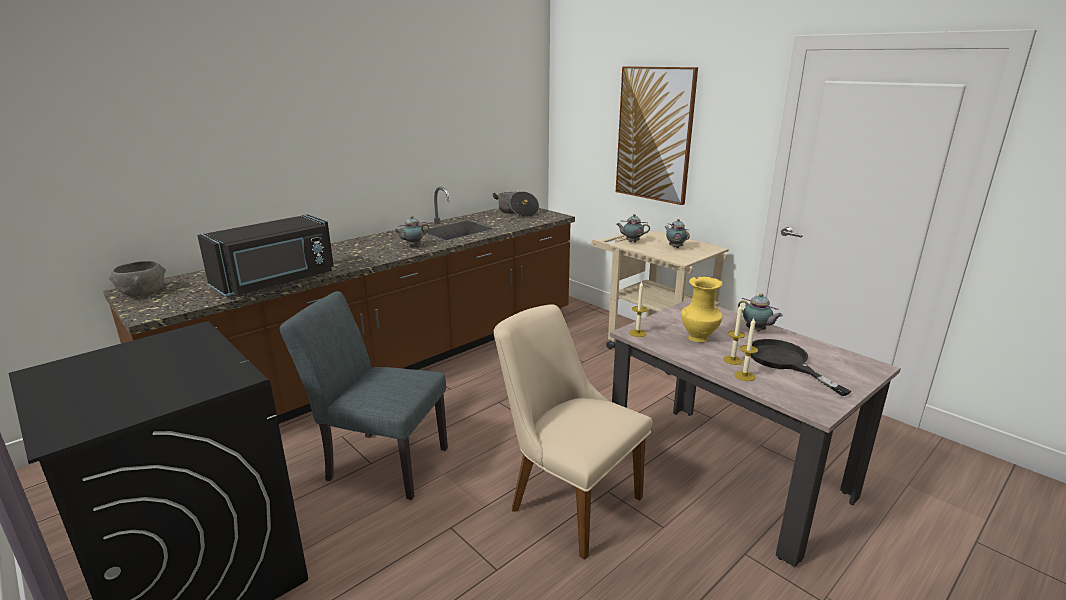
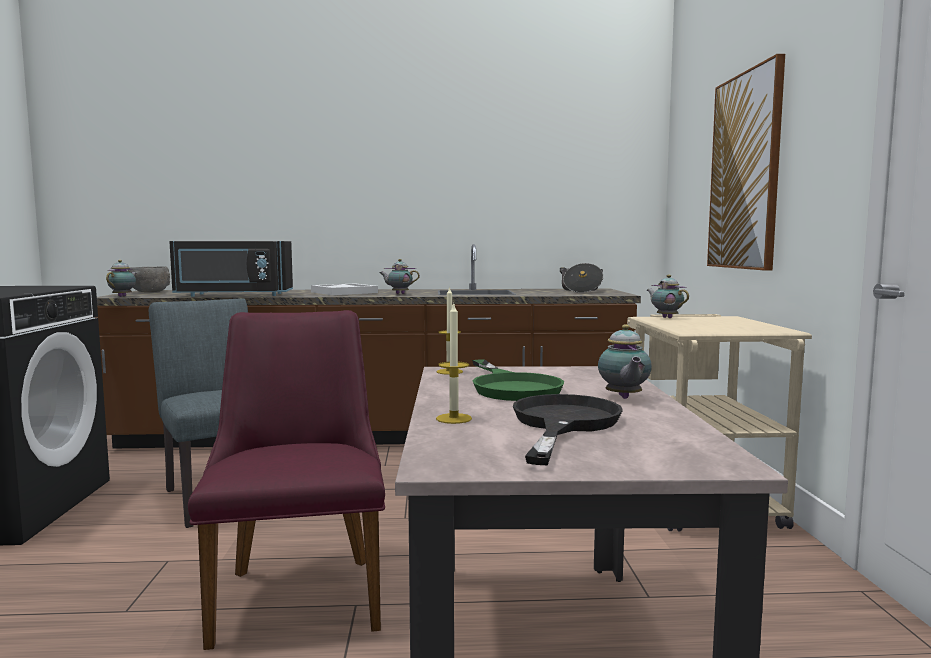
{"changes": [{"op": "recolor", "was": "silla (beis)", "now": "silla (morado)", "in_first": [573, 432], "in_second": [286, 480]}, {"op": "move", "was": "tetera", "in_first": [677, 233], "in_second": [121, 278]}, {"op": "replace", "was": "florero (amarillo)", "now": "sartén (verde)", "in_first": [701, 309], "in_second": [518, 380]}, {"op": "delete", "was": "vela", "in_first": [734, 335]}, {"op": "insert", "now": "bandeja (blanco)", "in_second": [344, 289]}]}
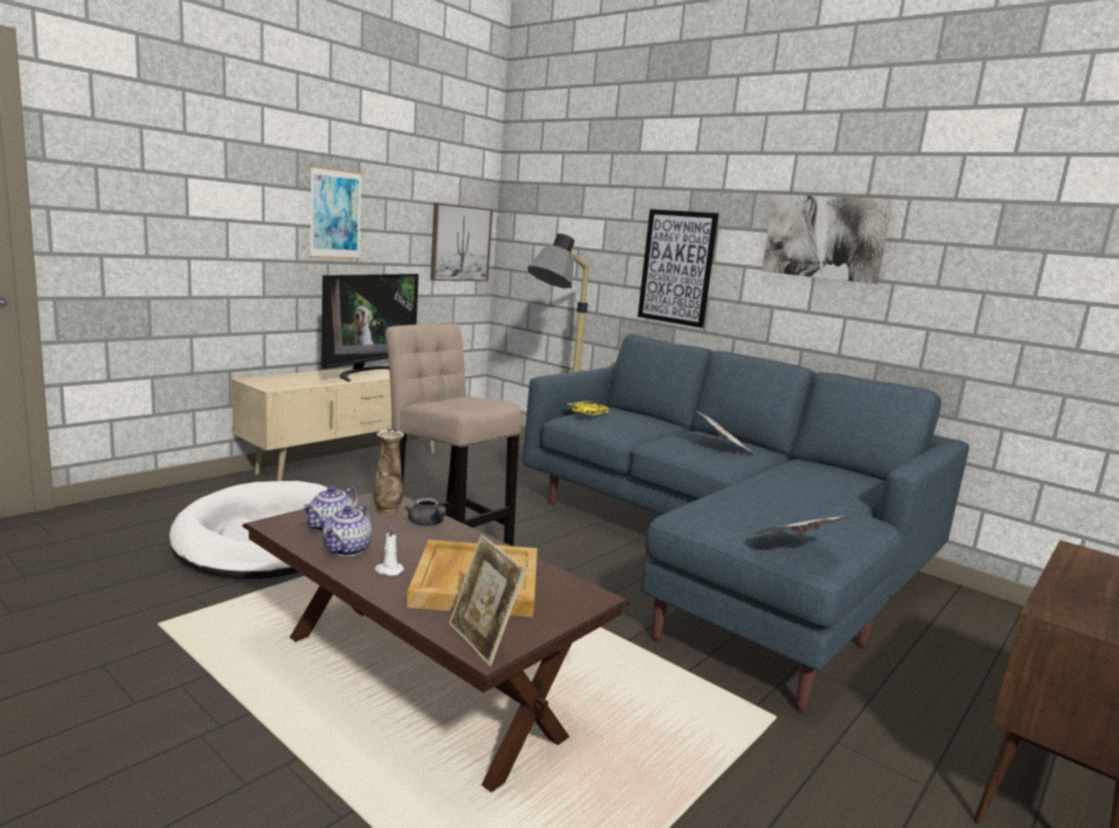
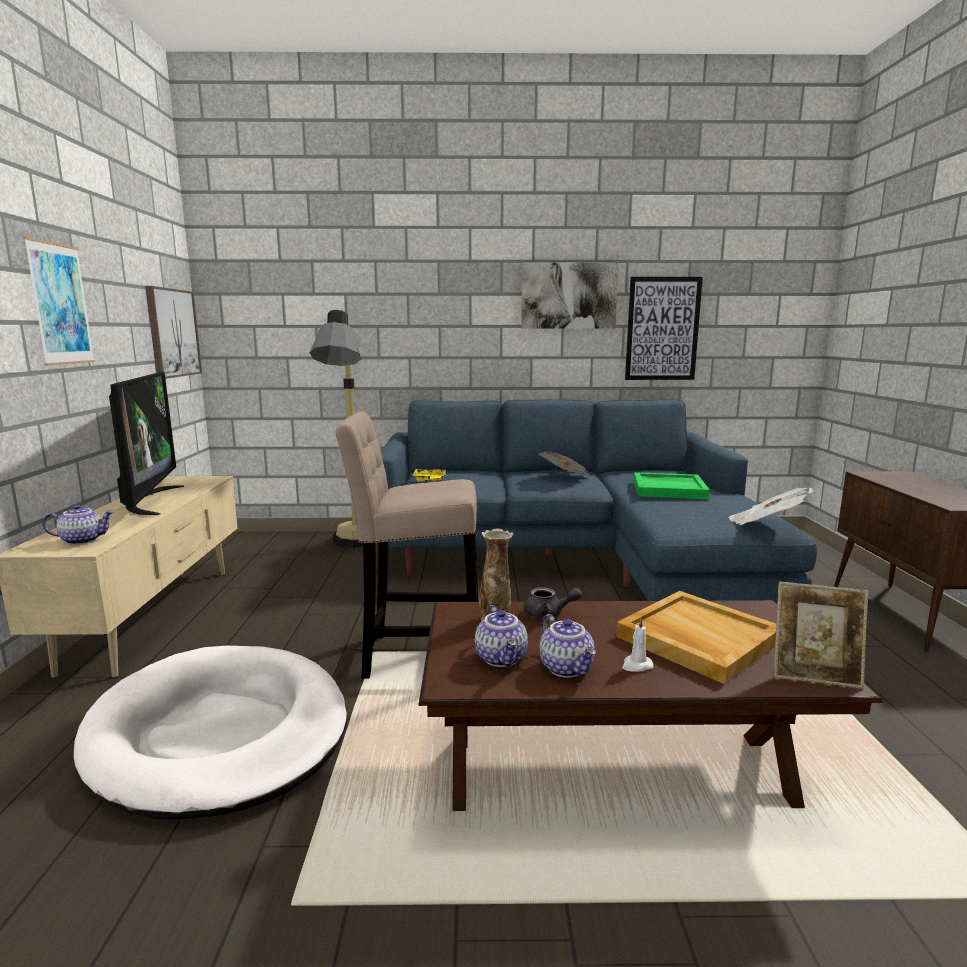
{"changes": [{"op": "move", "was": "cuadro", "in_first": [678, 268], "in_second": [664, 328]}, {"op": "insert", "now": "tetera", "in_second": [78, 524]}, {"op": "insert", "now": "bandeja (verde)", "in_second": [672, 485]}]}
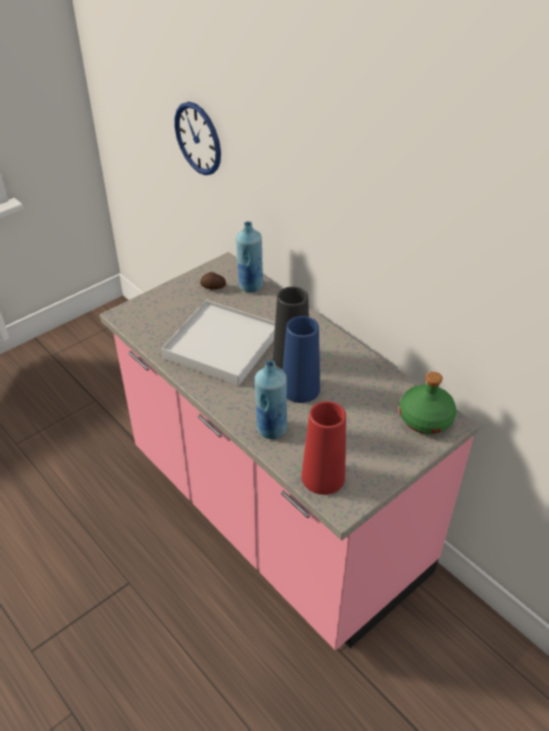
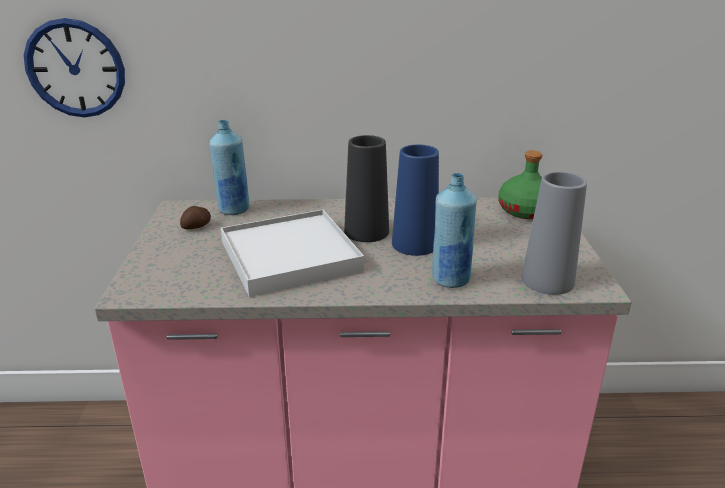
{"changes": [{"op": "recolor", "was": "florero (rojo)", "now": "florero (gris)", "in_first": [323, 448], "in_second": [554, 233]}]}
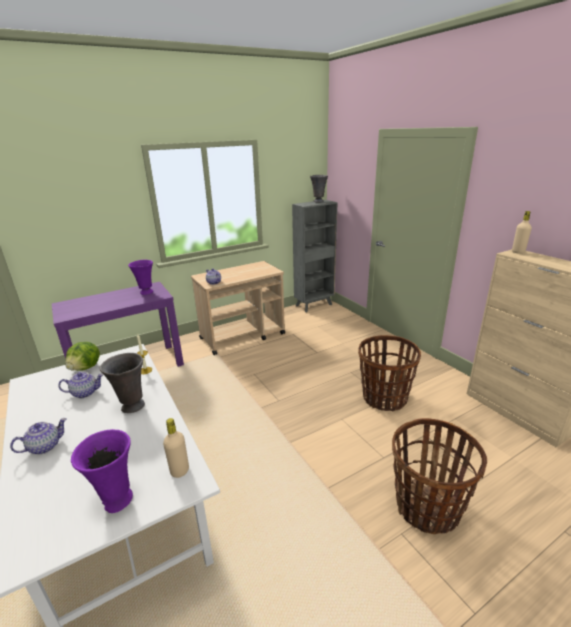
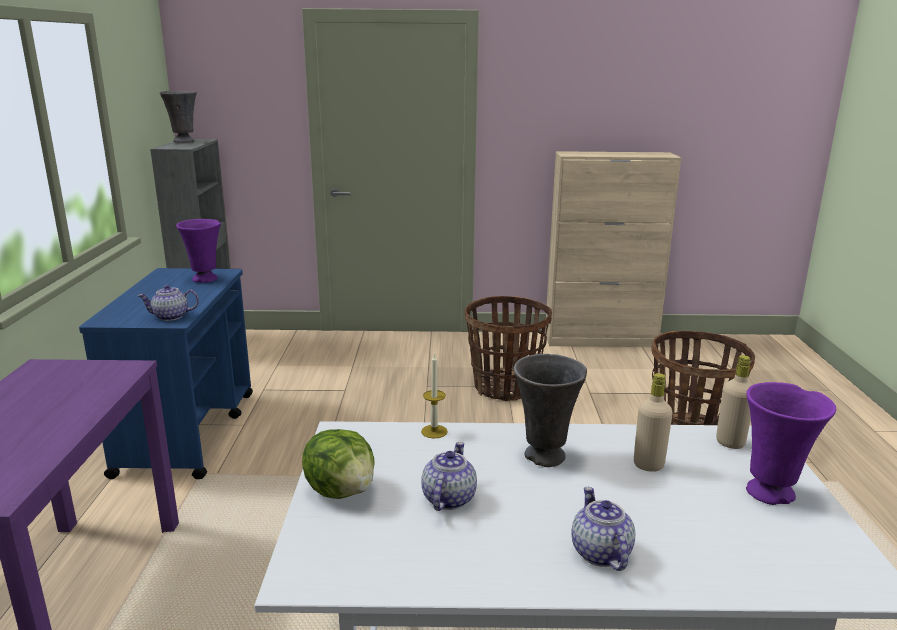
{"changes": [{"op": "move", "was": "florero (morado)", "in_first": [140, 277], "in_second": [198, 251]}, {"op": "recolor", "was": "carrito (beis)", "now": "carrito (azul)", "in_first": [238, 308], "in_second": [166, 373]}, {"op": "move", "was": "botella (beis)", "in_first": [522, 232], "in_second": [653, 422]}]}
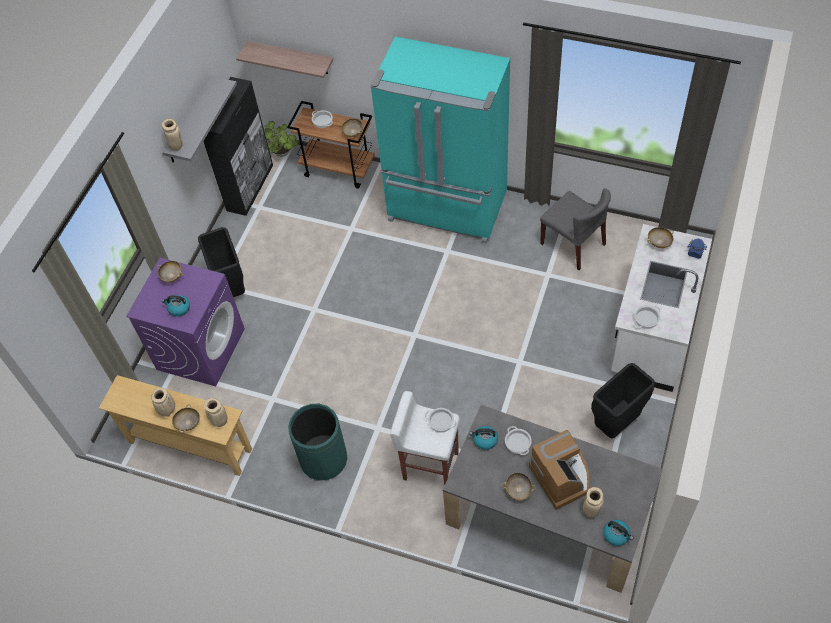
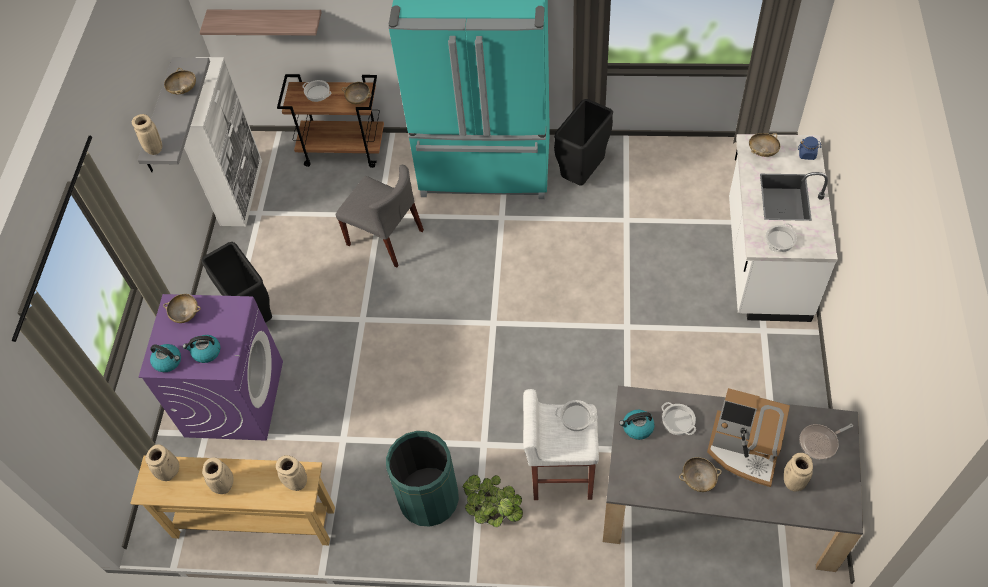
{"changes": [{"op": "move", "was": "cuenco (beis)", "in_first": [186, 418], "in_second": [180, 81]}, {"op": "recolor", "was": "armario (negro)", "now": "armario (blanco)", "in_first": [238, 146], "in_second": [223, 141]}, {"op": "move", "was": "planta en maceta", "in_first": [281, 139], "in_second": [493, 501]}, {"op": "rotate", "was": "cafetera", "in_first": [559, 470], "in_second": [748, 437], "clockwise": 150}, {"op": "move", "was": "silla (gris)", "in_first": [575, 229], "in_second": [380, 216]}, {"op": "move", "was": "papelera (negro)", "in_first": [623, 400], "in_second": [583, 142]}, {"op": "move", "was": "hervidor", "in_first": [618, 533], "in_second": [165, 358]}, {"op": "insert", "now": "florero (beis)", "in_second": [162, 462]}, {"op": "insert", "now": "sartén", "in_second": [826, 442]}]}
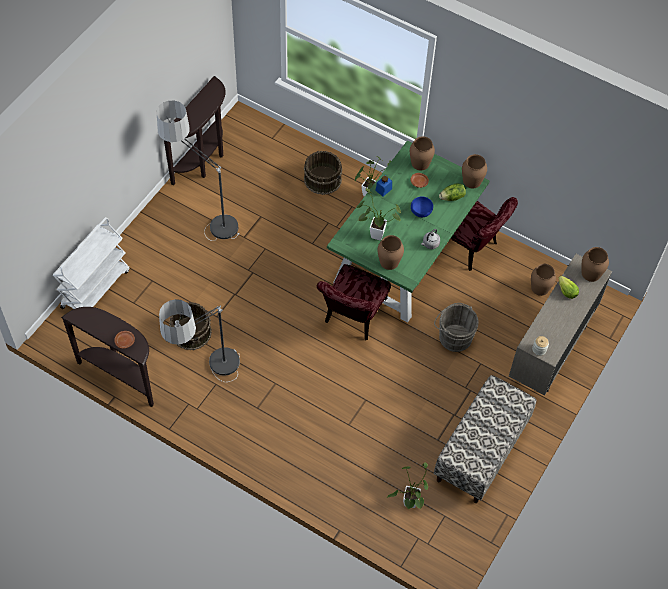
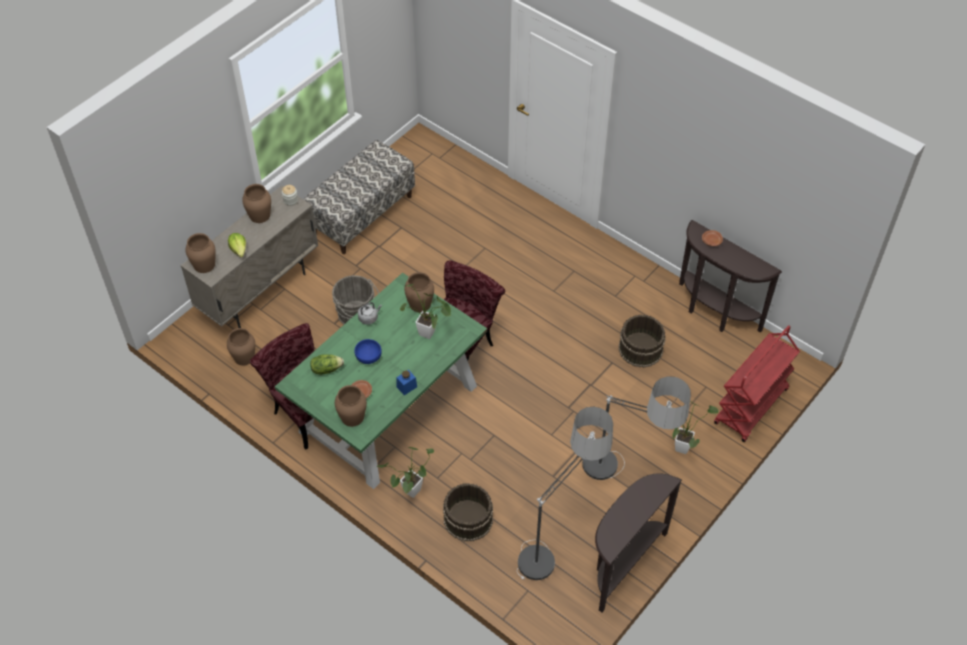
{"changes": [{"op": "recolor", "was": "carrito (blanco)", "now": "carrito (rojo)", "in_first": [91, 263], "in_second": [757, 383]}, {"op": "move", "was": "lámpara de pie", "in_first": [199, 340], "in_second": [565, 493]}, {"op": "move", "was": "planta en maceta", "in_first": [407, 486], "in_second": [695, 427]}, {"op": "move", "was": "florero (marrón)", "in_first": [474, 171], "in_second": [256, 203]}]}
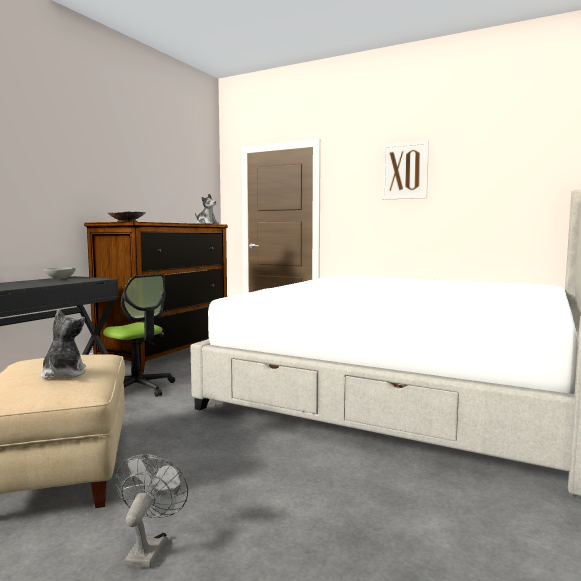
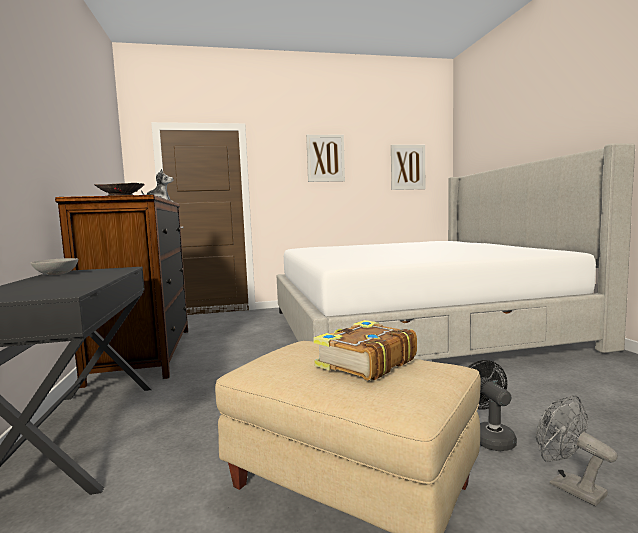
{"changes": [{"op": "replace", "was": "peluche", "now": "libro", "in_first": [63, 344], "in_second": [365, 350]}, {"op": "delete", "was": "silla de oficina", "in_first": [139, 335]}, {"op": "insert", "now": "cuadro", "in_second": [408, 167]}, {"op": "insert", "now": "ventilador (negro)", "in_second": [492, 405]}]}
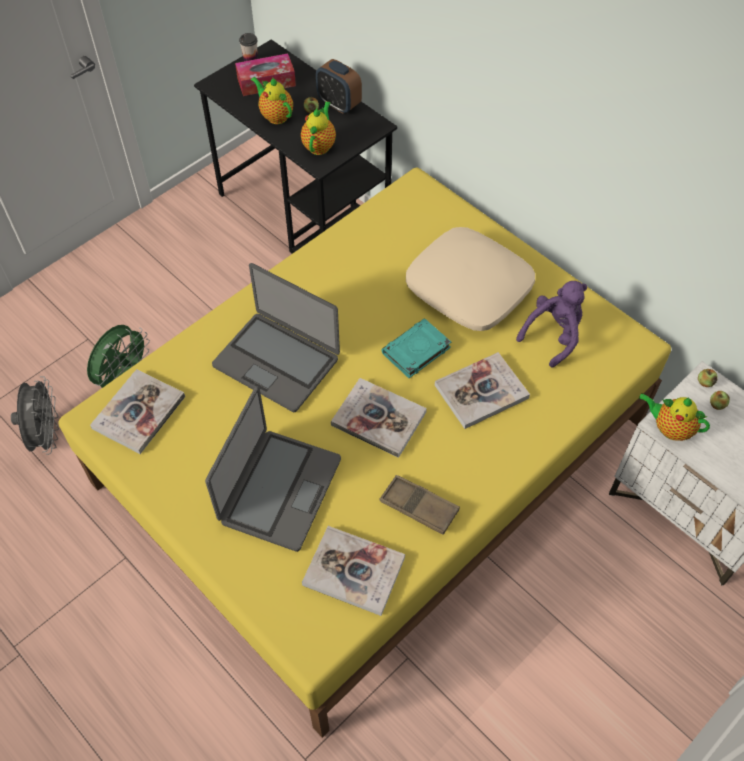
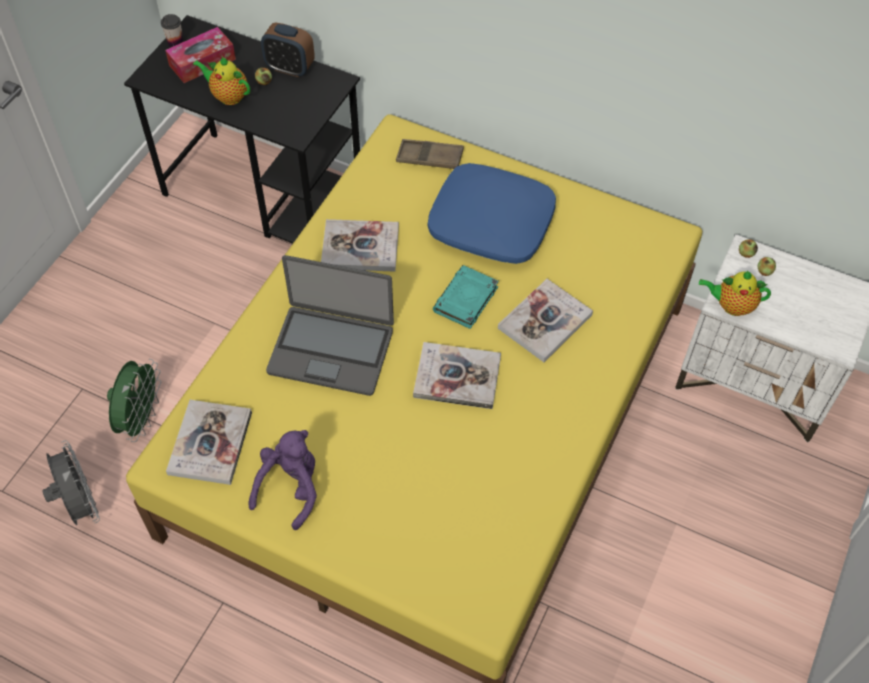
{"changes": [{"op": "delete", "was": "portátil", "in_first": [273, 469]}, {"op": "delete", "was": "tetera", "in_first": [318, 128]}, {"op": "move", "was": "libro", "in_first": [353, 571], "in_second": [360, 245]}, {"op": "move", "was": "bandeja (marrón)", "in_first": [419, 505], "in_second": [430, 154]}, {"op": "recolor", "was": "cojín (beis)", "now": "cojín (azul)", "in_first": [470, 279], "in_second": [492, 213]}, {"op": "move", "was": "peluche (morado)", "in_first": [551, 324], "in_second": [283, 480]}]}
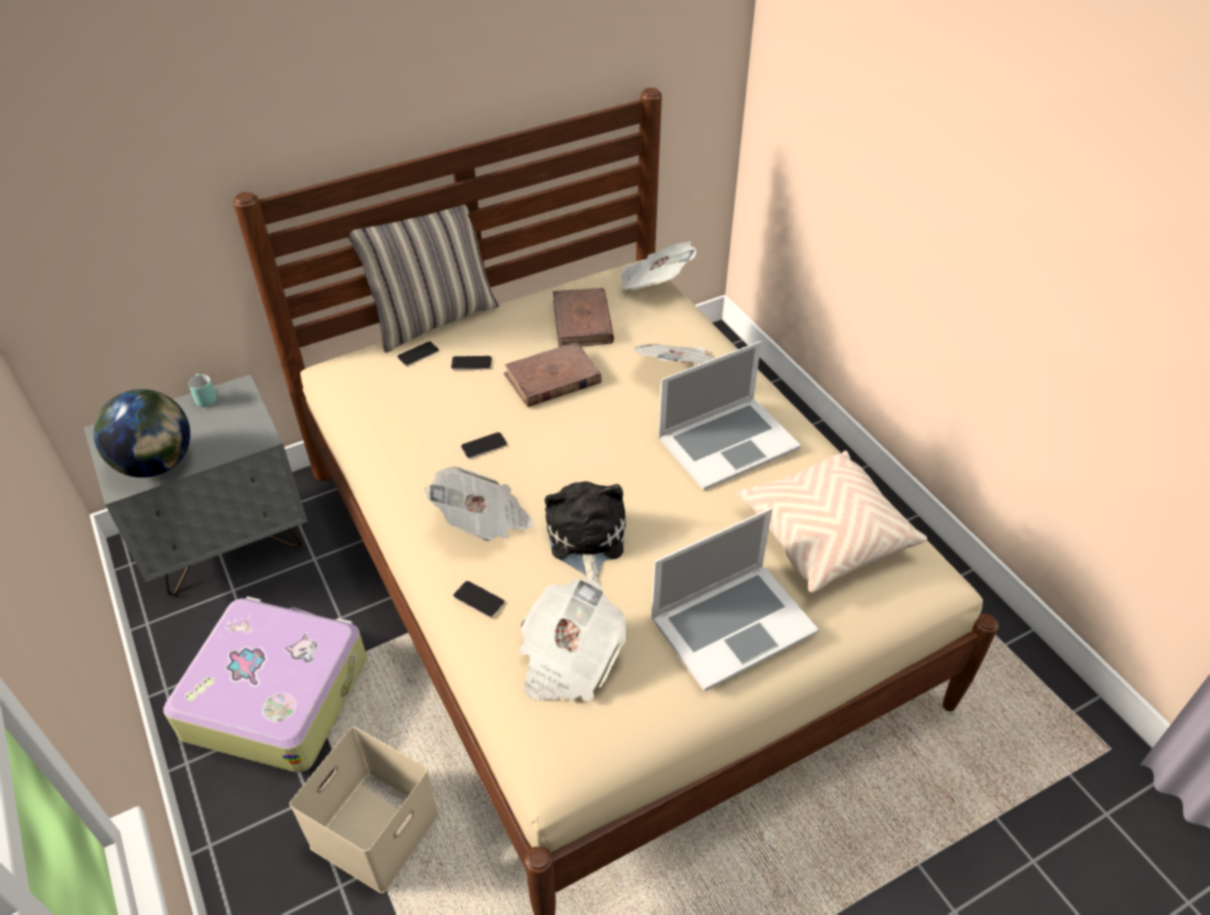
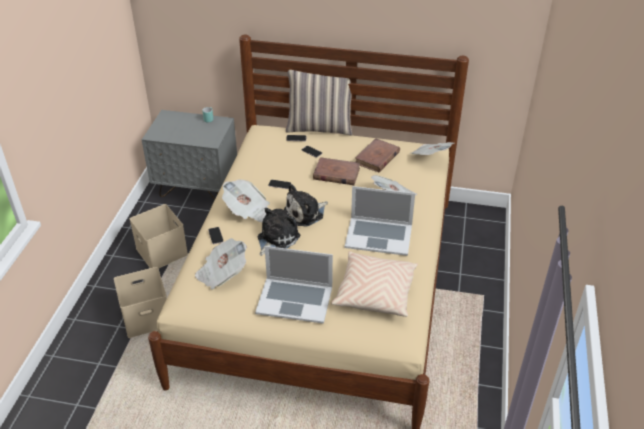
{"changes": [{"op": "delete", "was": "globo terráqueo", "in_first": [142, 433]}, {"op": "replace", "was": "maleta", "now": "caja de almacenaje (beis)", "in_first": [265, 684], "in_second": [159, 236]}, {"op": "insert", "now": "peluche", "in_second": [306, 205]}]}
